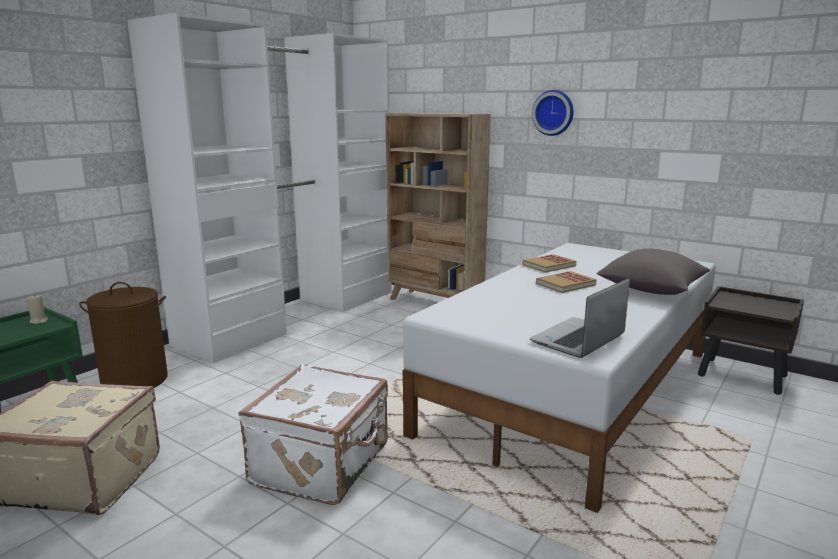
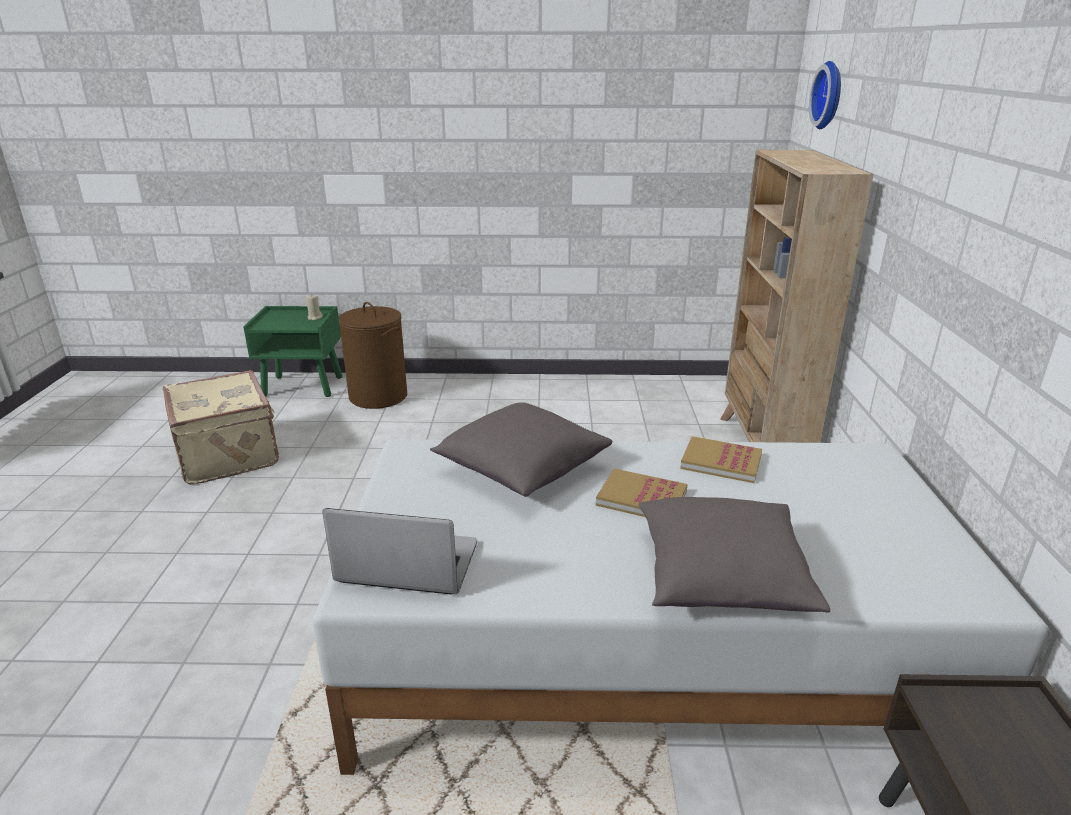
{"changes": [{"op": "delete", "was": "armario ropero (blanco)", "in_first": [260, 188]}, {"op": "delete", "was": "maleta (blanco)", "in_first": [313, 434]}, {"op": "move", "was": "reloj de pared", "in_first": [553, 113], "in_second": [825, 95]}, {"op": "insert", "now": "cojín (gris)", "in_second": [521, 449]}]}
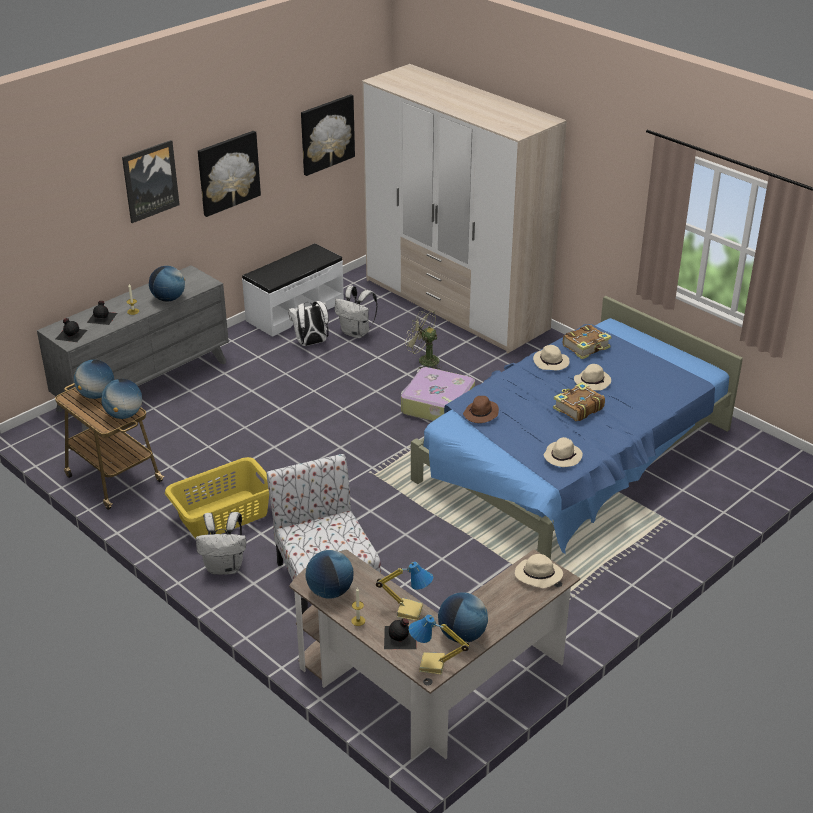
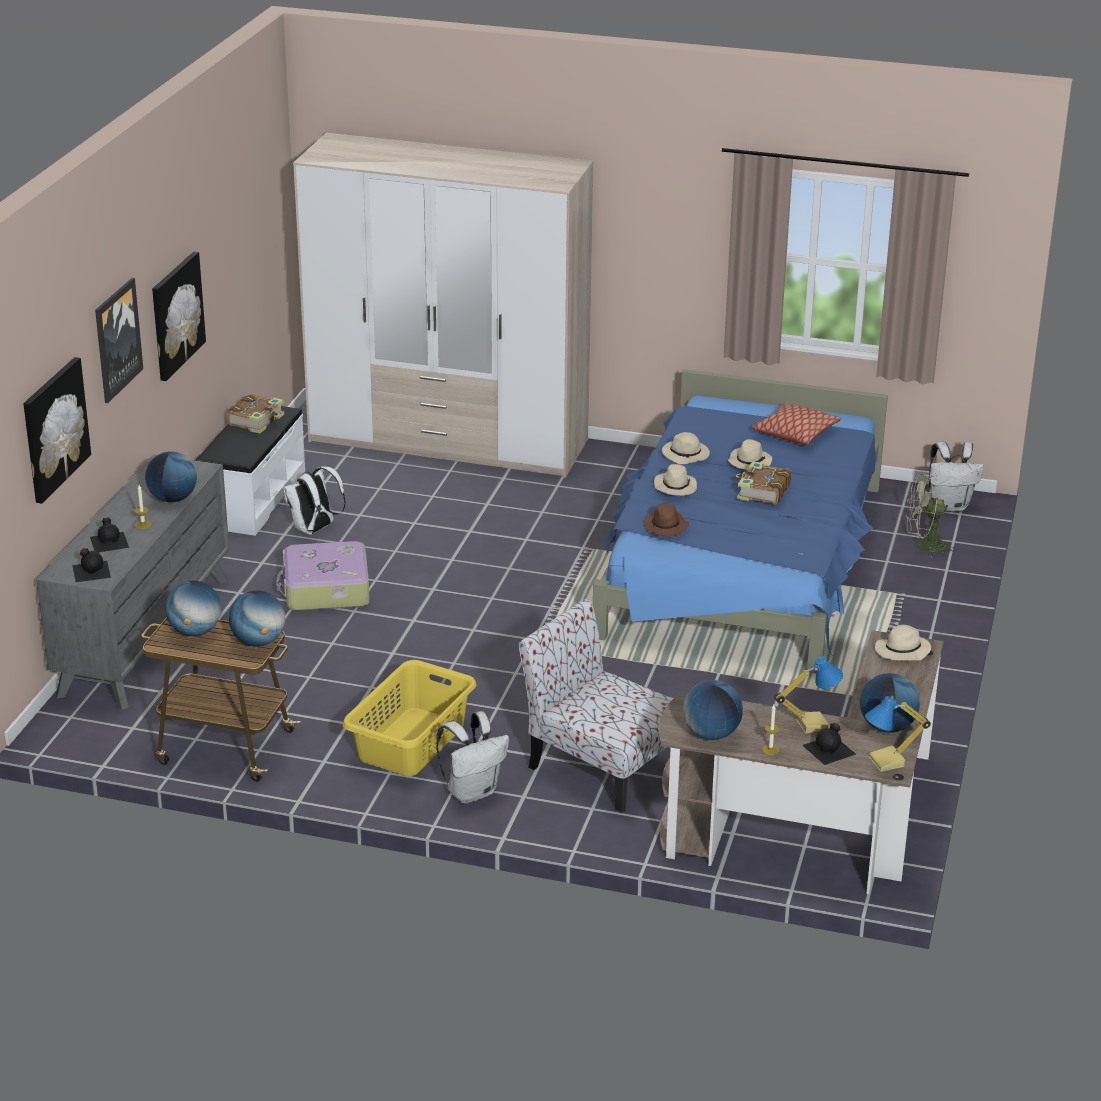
{"changes": [{"op": "move", "was": "cuadro", "in_first": [328, 135], "in_second": [57, 430]}, {"op": "move", "was": "mochila (blanco)", "in_first": [356, 312], "in_second": [956, 476]}, {"op": "move", "was": "maleta", "in_first": [438, 394], "in_second": [323, 576]}, {"op": "move", "was": "ventilador (verde)", "in_first": [423, 338], "in_second": [931, 516]}, {"op": "move", "was": "sombrero (beis)", "in_first": [563, 452], "in_second": [675, 480]}, {"op": "move", "was": "libro", "in_first": [587, 342], "in_second": [255, 414]}, {"op": "insert", "now": "cojín", "in_second": [796, 423]}]}
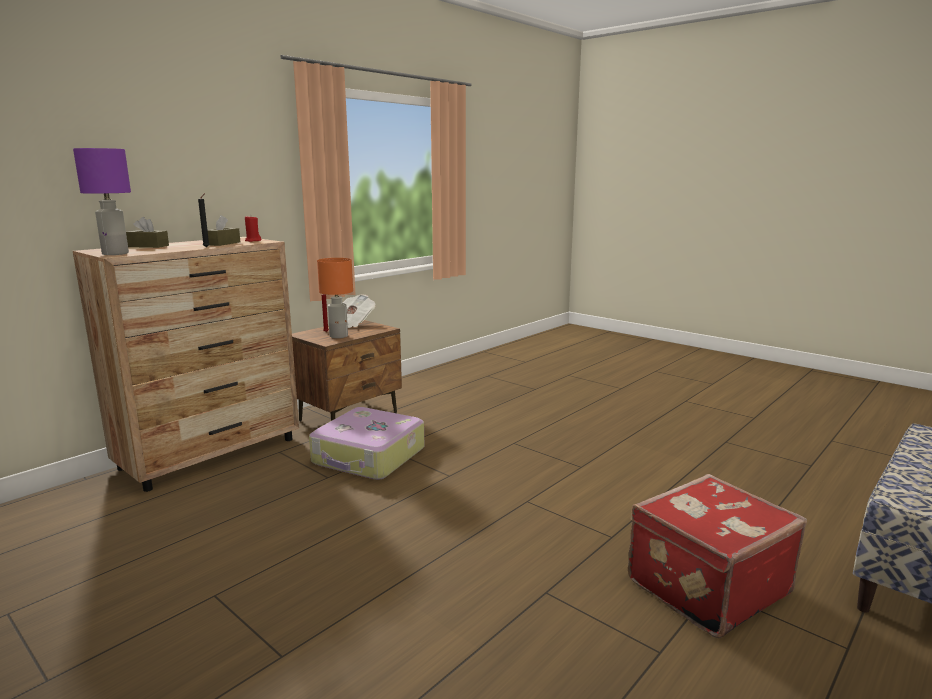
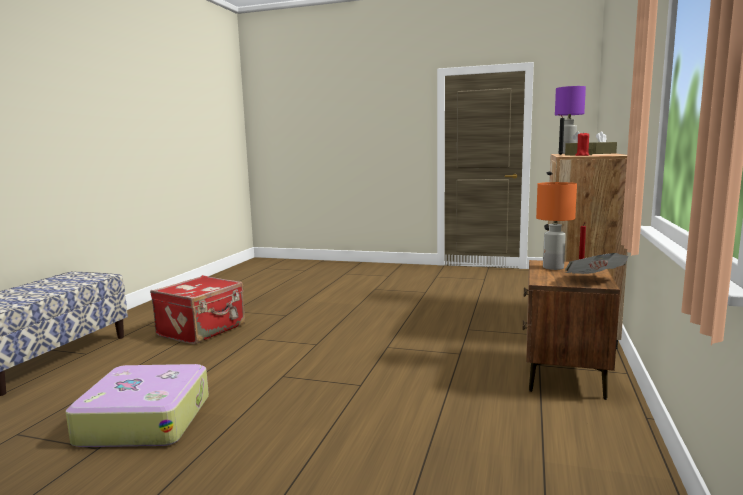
{"changes": [{"op": "move", "was": "maleta", "in_first": [366, 443], "in_second": [137, 405]}]}
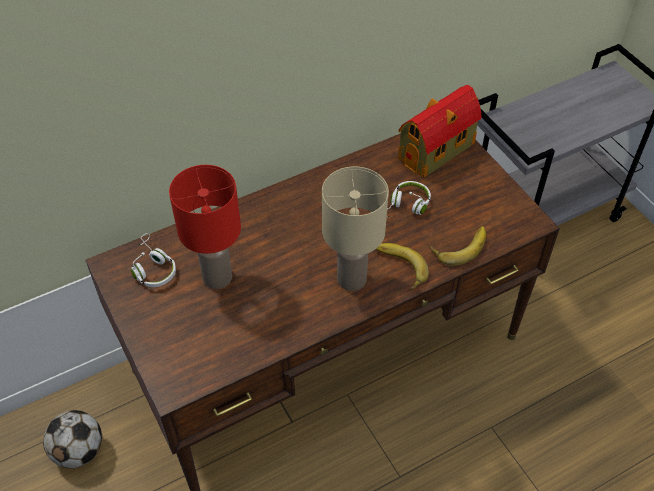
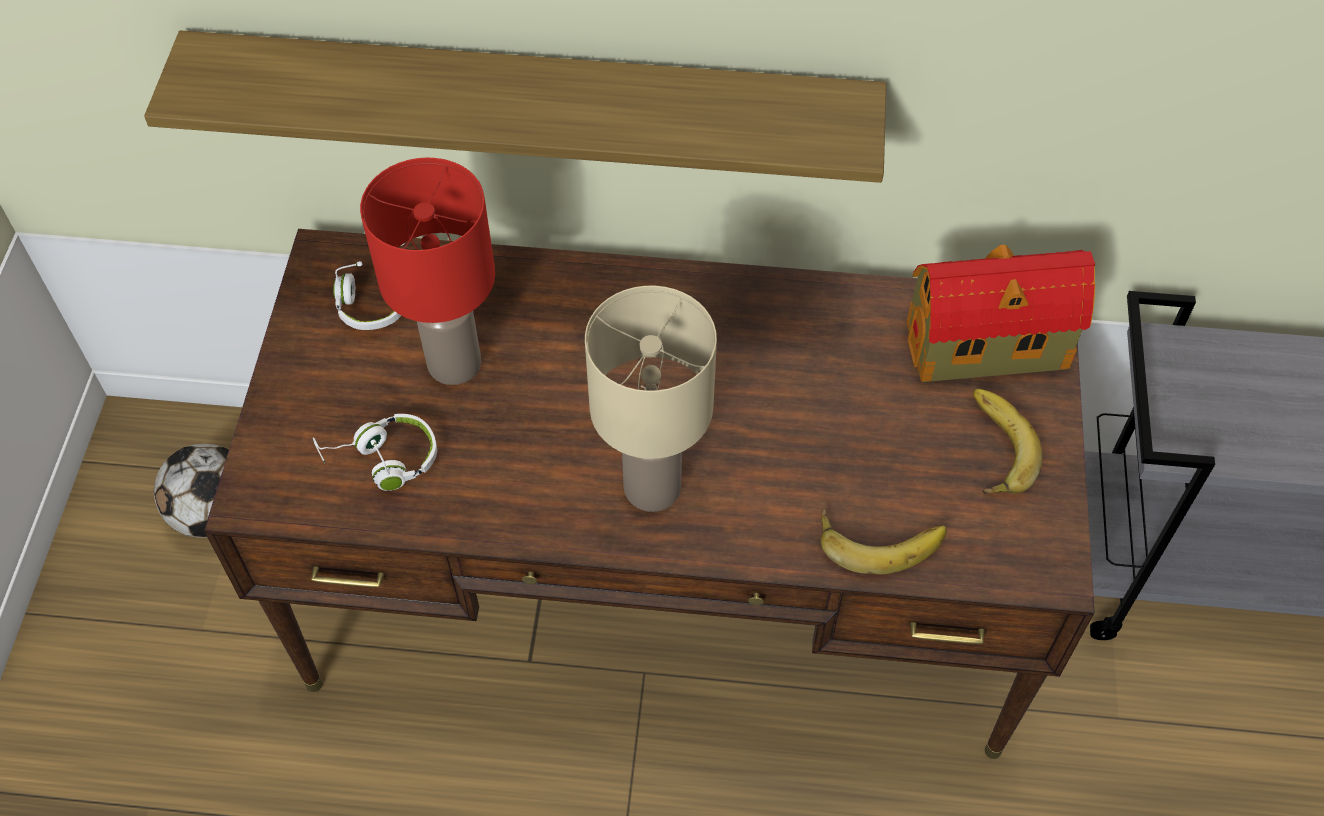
{"changes": [{"op": "move", "was": "plátano", "in_first": [402, 266], "in_second": [1008, 441]}, {"op": "move", "was": "auriculares (blanco)", "in_first": [409, 199], "in_second": [375, 452]}, {"op": "insert", "now": "estante", "in_second": [515, 106]}]}
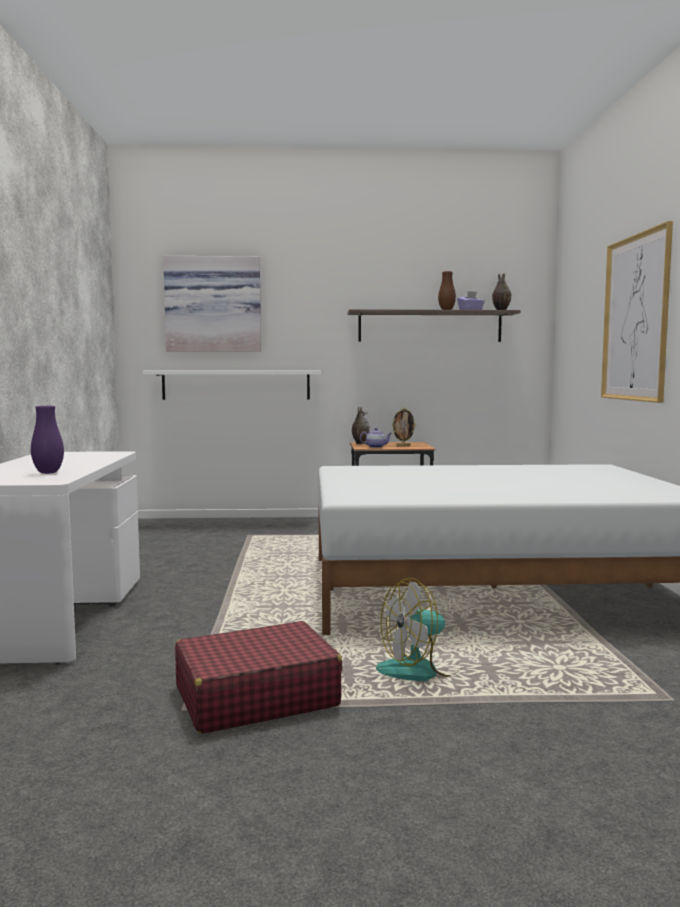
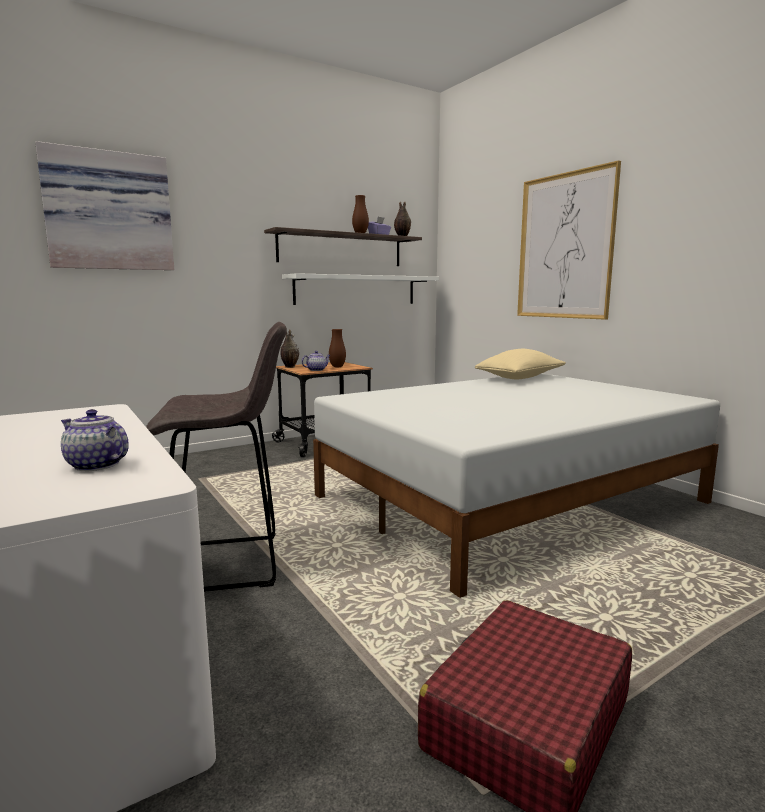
{"changes": [{"op": "replace", "was": "florero (morado)", "now": "tetera", "in_first": [47, 440], "in_second": [95, 440]}, {"op": "move", "was": "estante (blanco)", "in_first": [232, 385], "in_second": [360, 289]}, {"op": "delete", "was": "ventilador", "in_first": [418, 629]}, {"op": "replace", "was": "portarretratos", "now": "florero (marrón)", "in_first": [403, 427], "in_second": [337, 348]}, {"op": "insert", "now": "taburete (gris)", "in_second": [216, 457]}, {"op": "insert", "now": "cojín (beis)", "in_second": [520, 364]}]}
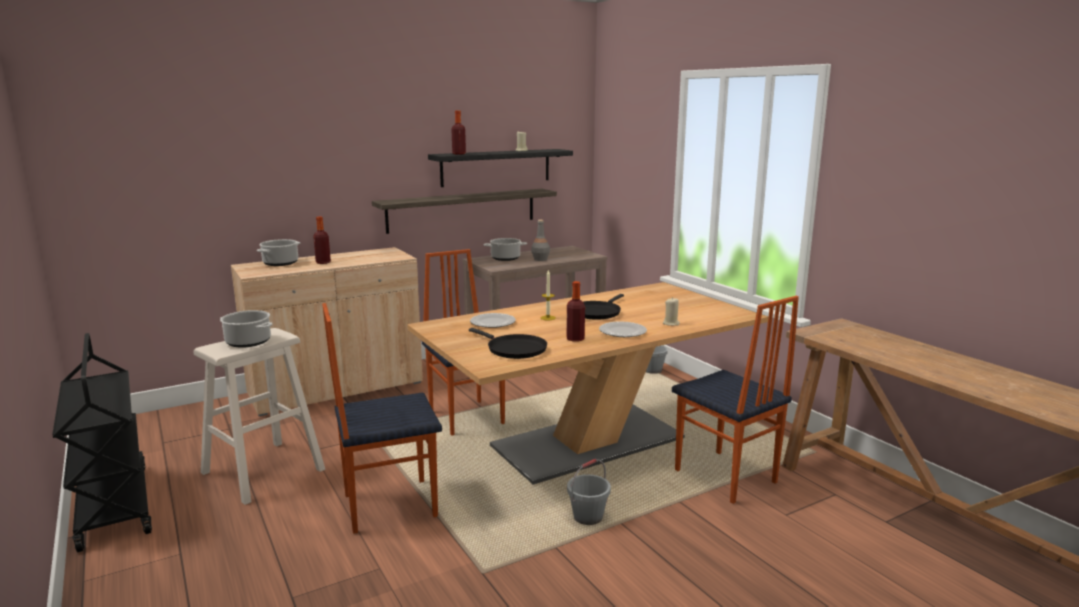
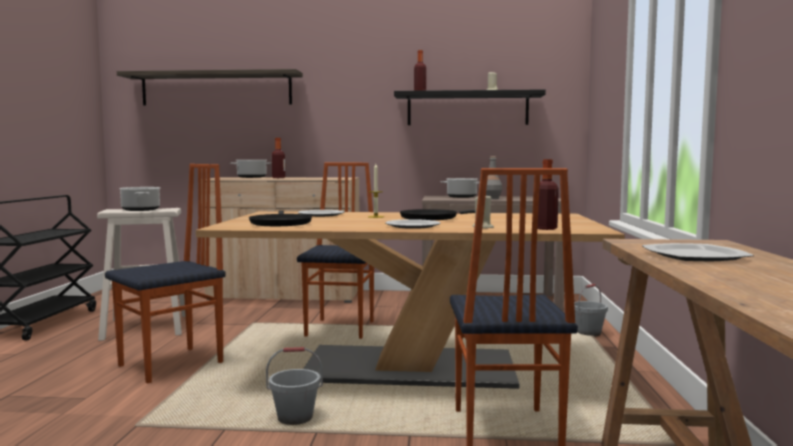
{"changes": [{"op": "rotate", "was": "silla", "in_first": [382, 418], "in_second": [165, 274], "clockwise": 120}, {"op": "move", "was": "estante", "in_first": [464, 211], "in_second": [210, 87]}, {"op": "move", "was": "botella", "in_first": [575, 311], "in_second": [548, 194]}, {"op": "insert", "now": "plato", "in_second": [698, 252]}]}
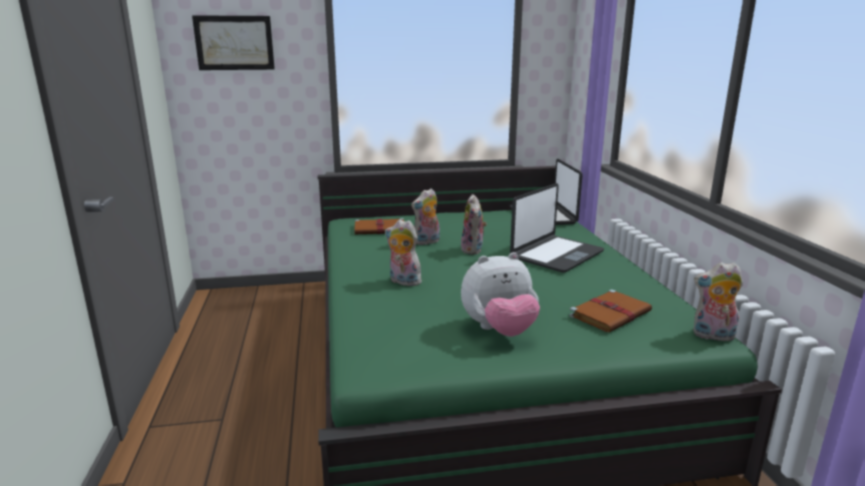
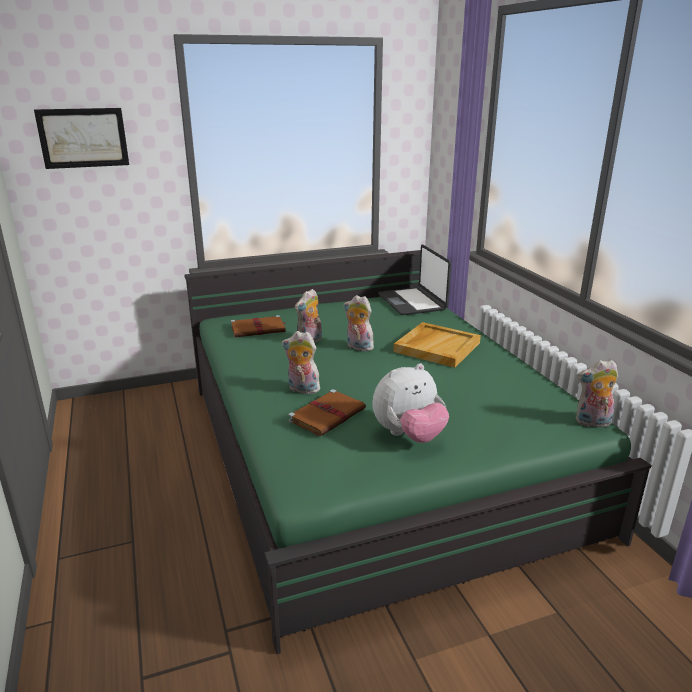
{"changes": [{"op": "rotate", "was": "peluche", "in_first": [474, 224], "in_second": [358, 323], "clockwise": 135}, {"op": "replace", "was": "portátil", "now": "bandeja (beis)", "in_first": [557, 228], "in_second": [437, 345]}, {"op": "move", "was": "libro (marrón)", "in_first": [610, 310], "in_second": [327, 412]}]}
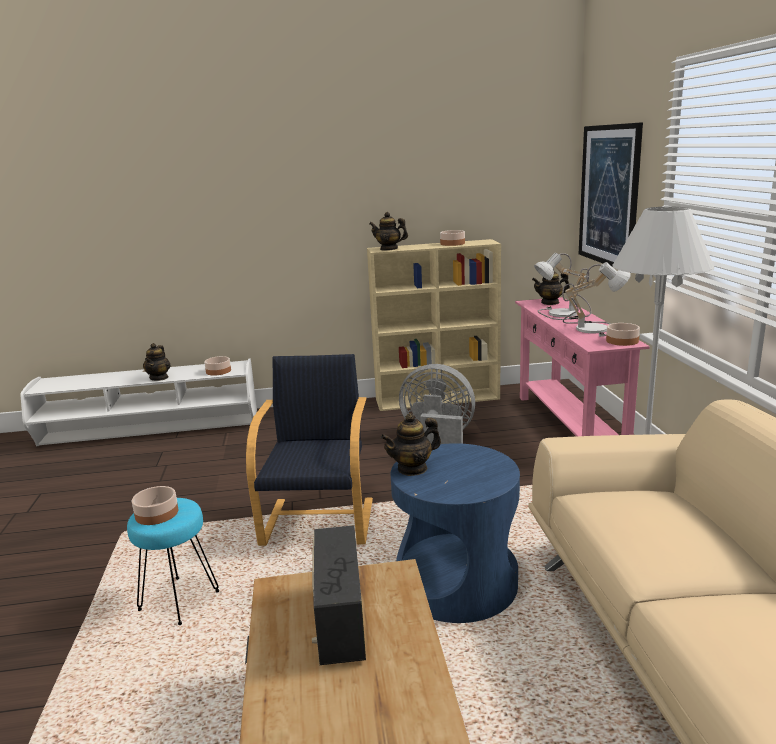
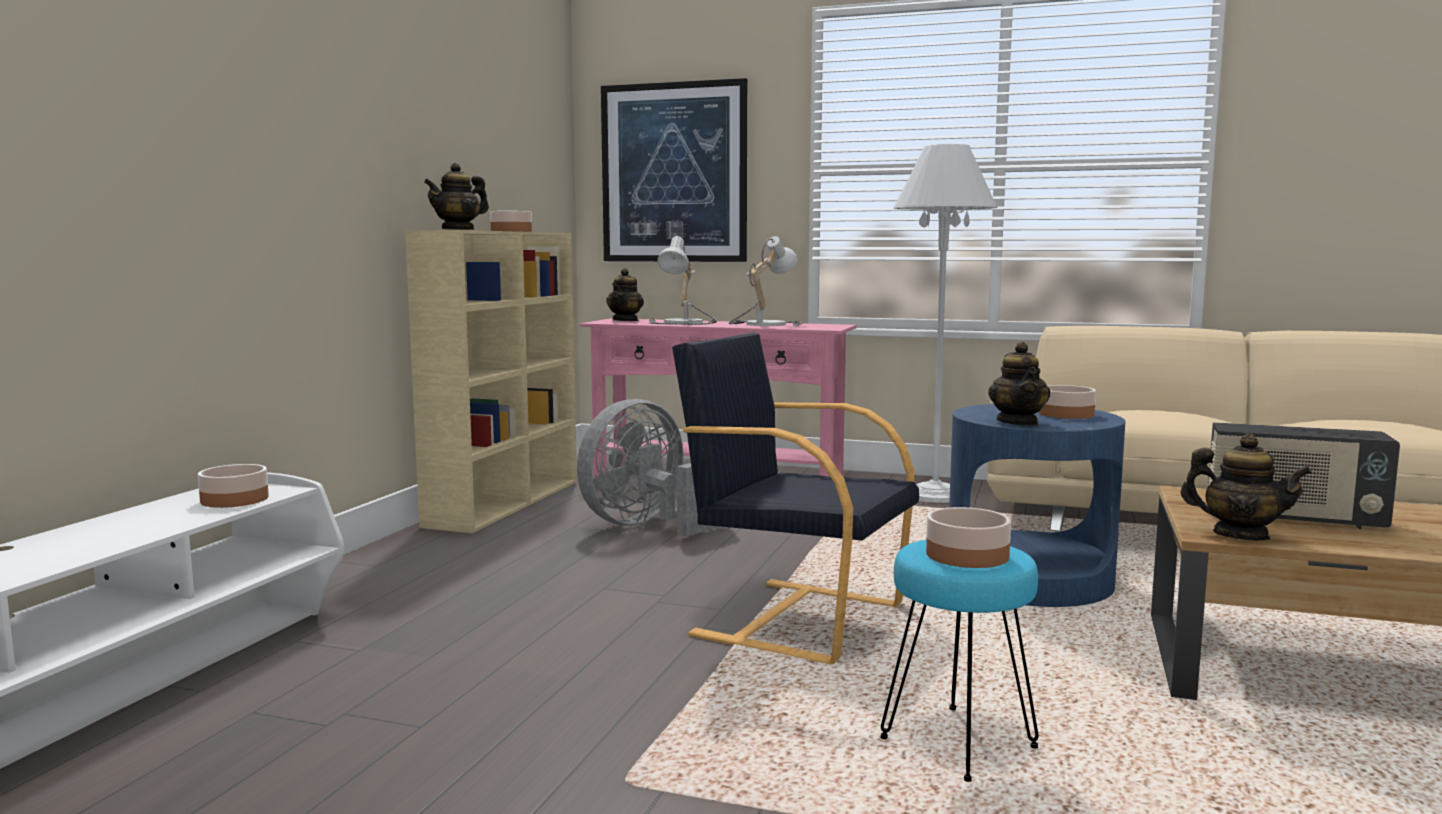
{"changes": [{"op": "move", "was": "tetera", "in_first": [156, 362], "in_second": [1246, 487]}, {"op": "move", "was": "cuenco", "in_first": [623, 334], "in_second": [1067, 402]}]}
